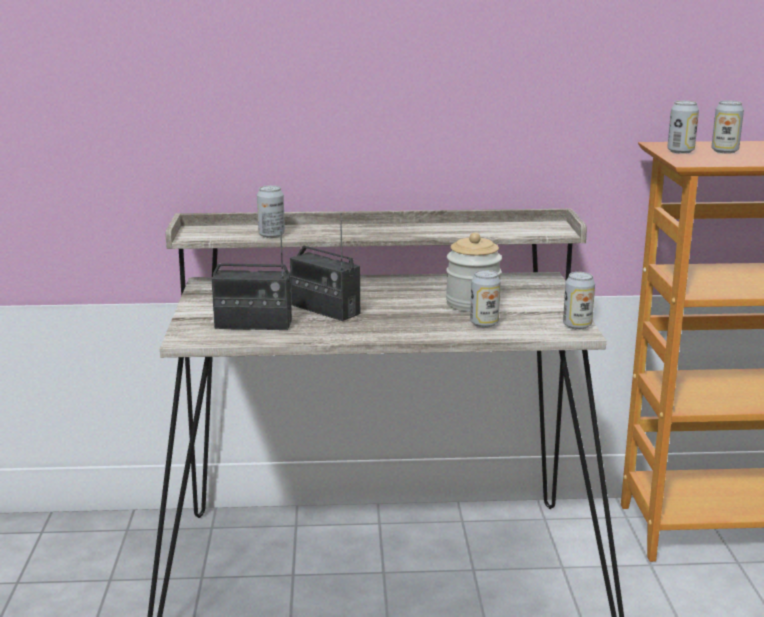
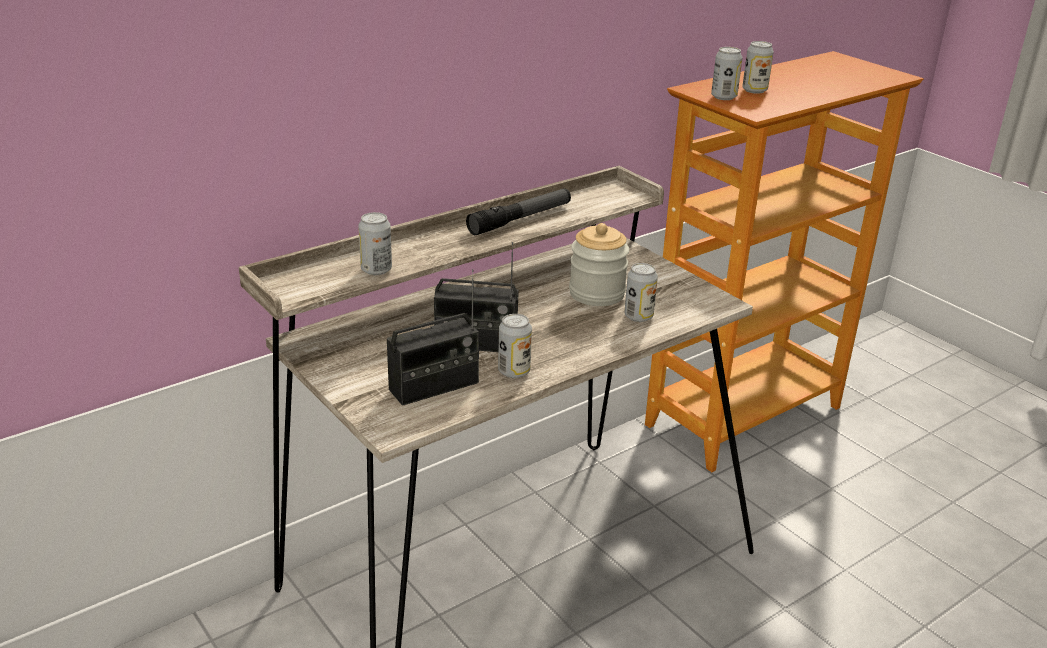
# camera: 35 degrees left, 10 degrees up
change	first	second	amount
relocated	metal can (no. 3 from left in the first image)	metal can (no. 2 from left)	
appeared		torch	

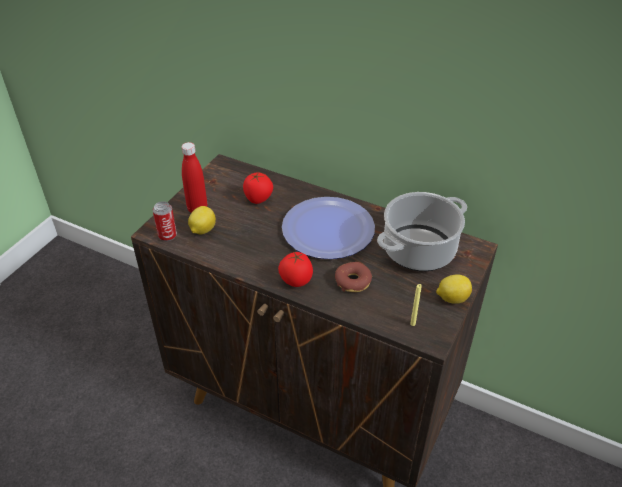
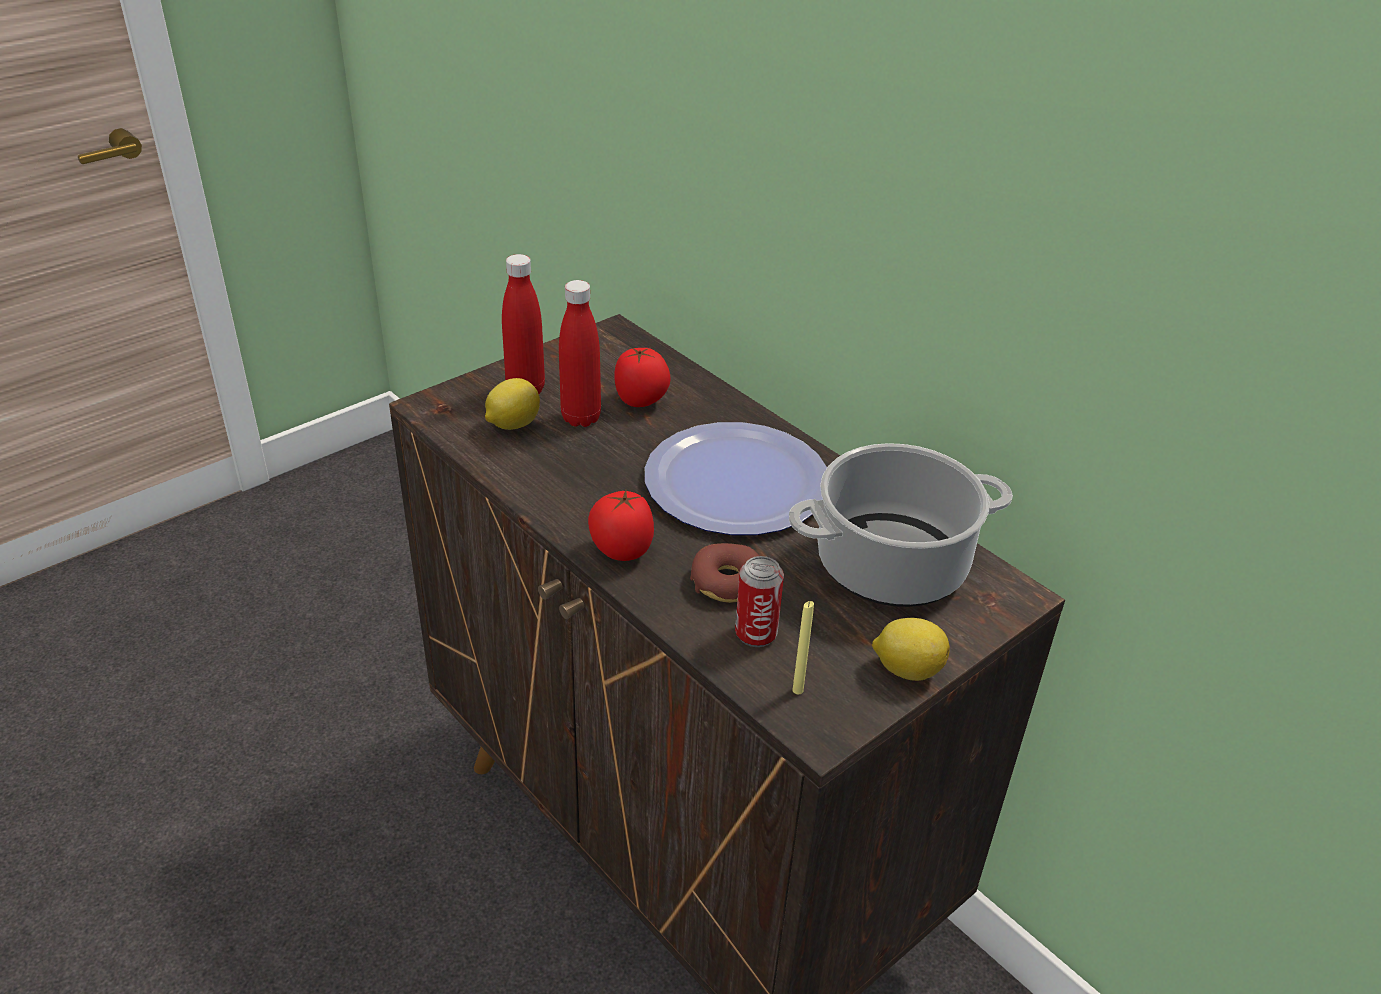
# camera: 20 degrees right, 5 degrees down
change	first	second	amount
relocated	metal can		
appeared		reddish beverage bottle (no. 2 from left)	

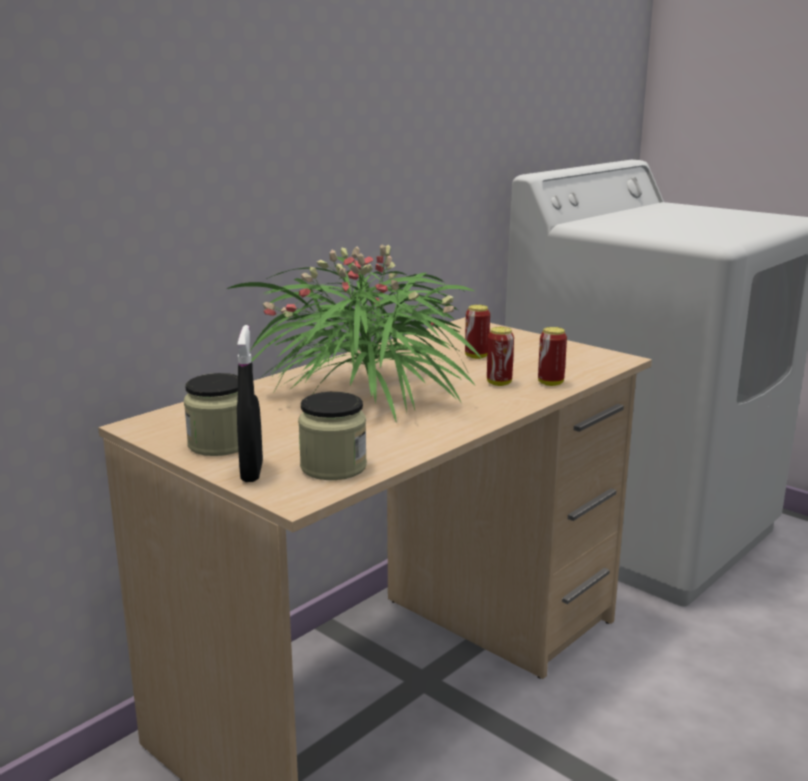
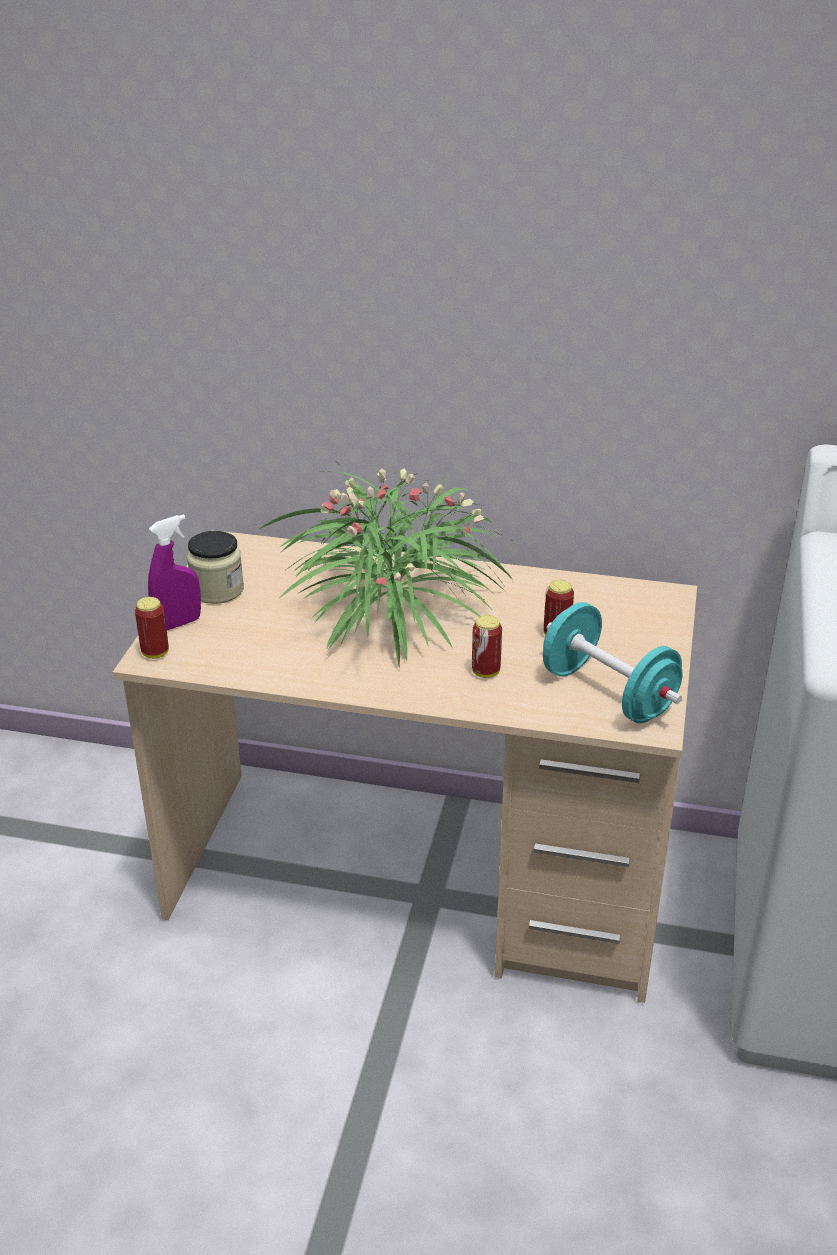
# camera: 60 degrees right, 15 degrees up
change	first	second	amount
colour	black hand sprayer	purple-coloured hand sprayer	
relocated	metal can (no. 3 from left in the first image)	metal can (no. 1 from left)	
missing	storage jar (no. 2 from left)		
appeared		blue-green free weight	

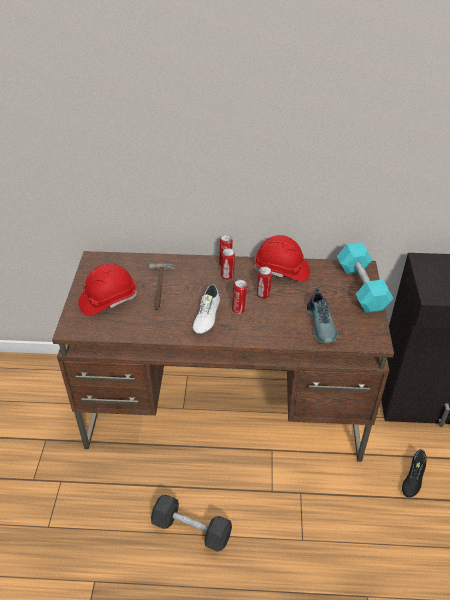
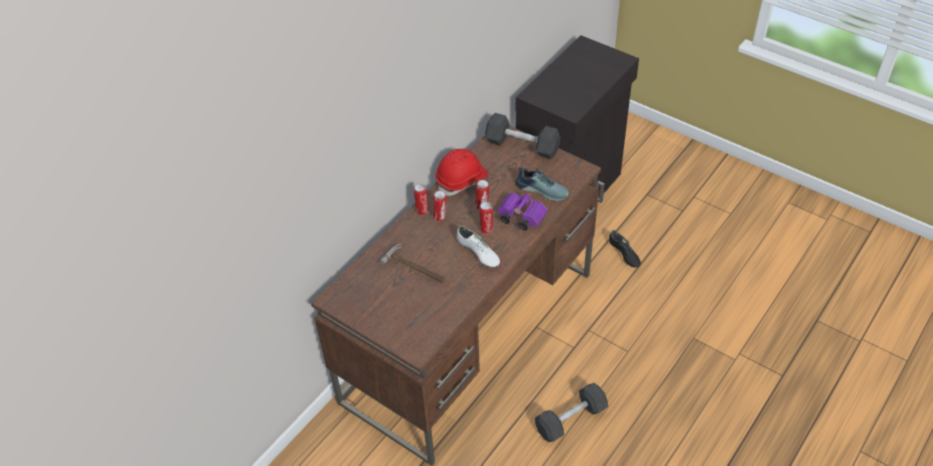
# camera: 55 degrees left, 5 degrees up
change	first	second	amount
colour	blue-green free weight	black free weight (no. 1 from left)	
missing	reddish hard hat (no. 1 from left)		
appeared		purple-coloured field glasses	

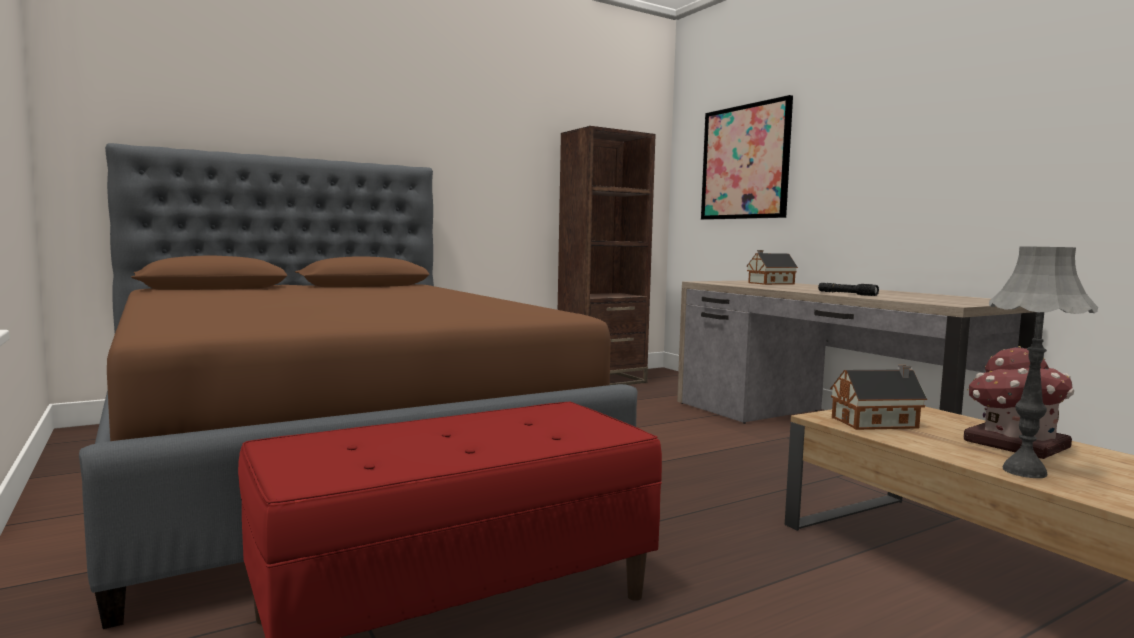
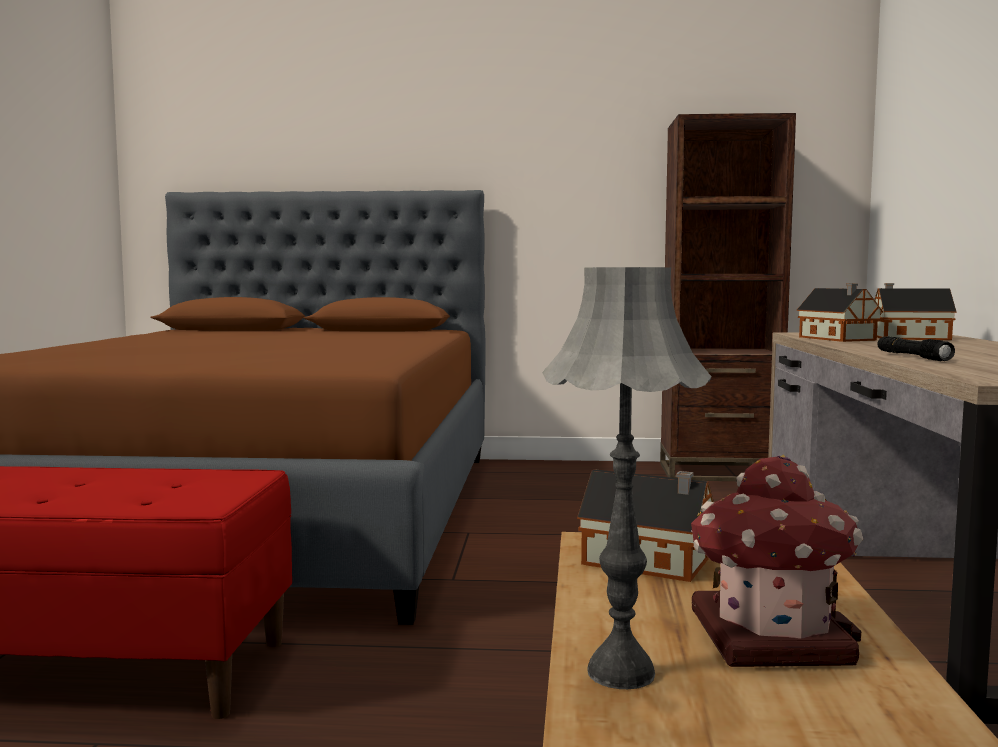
# camera: 35 degrees right, 0 degrees up
change	first	second	amount
missing	wall picture		
appeared		toy house (no. 3 from left)	

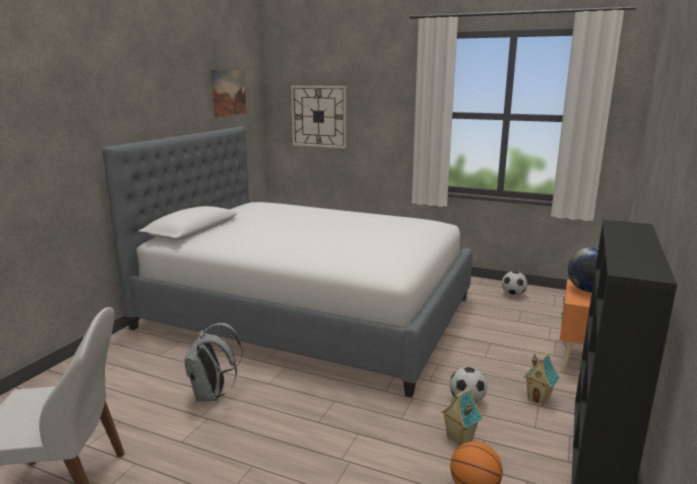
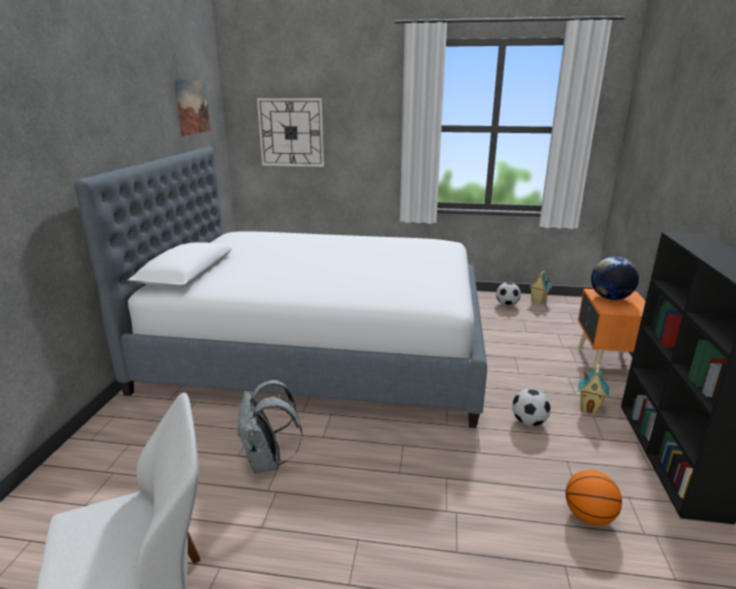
# camera: 15 degrees left, 5 degrees up
change	first	second	amount
relocated	toy house (no. 1 from left)		

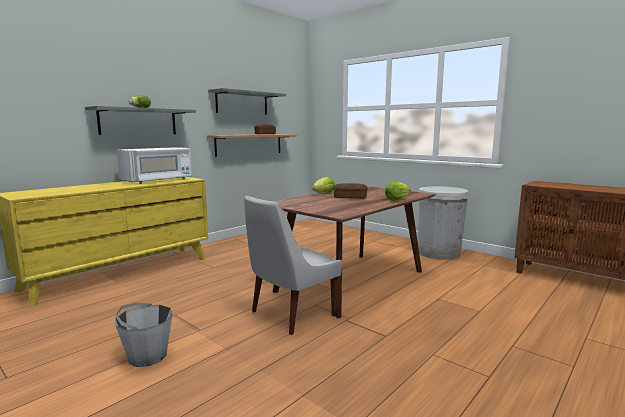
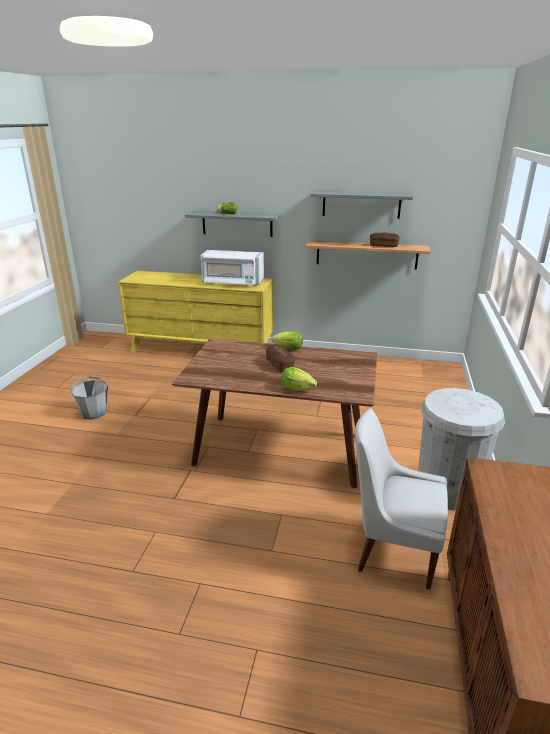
# camera: 60 degrees right, 15 degrees up
change	first	second	amount
relocated	white chair		

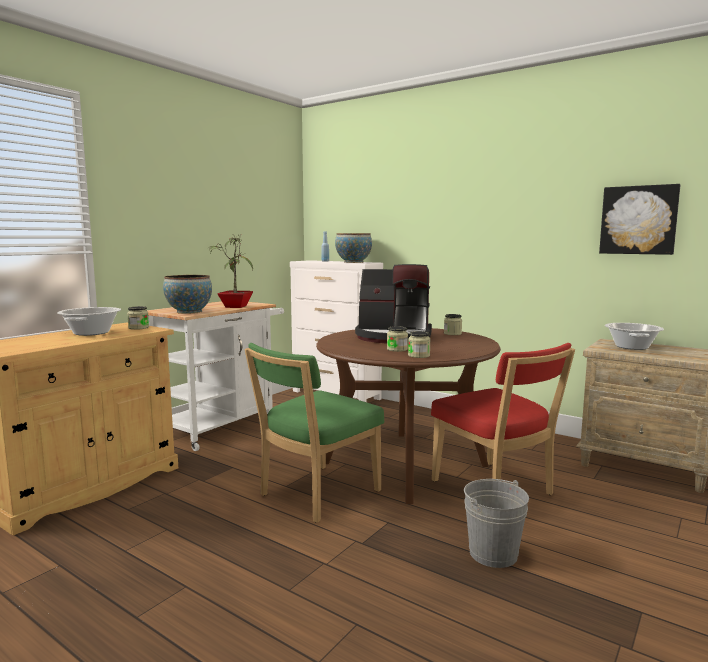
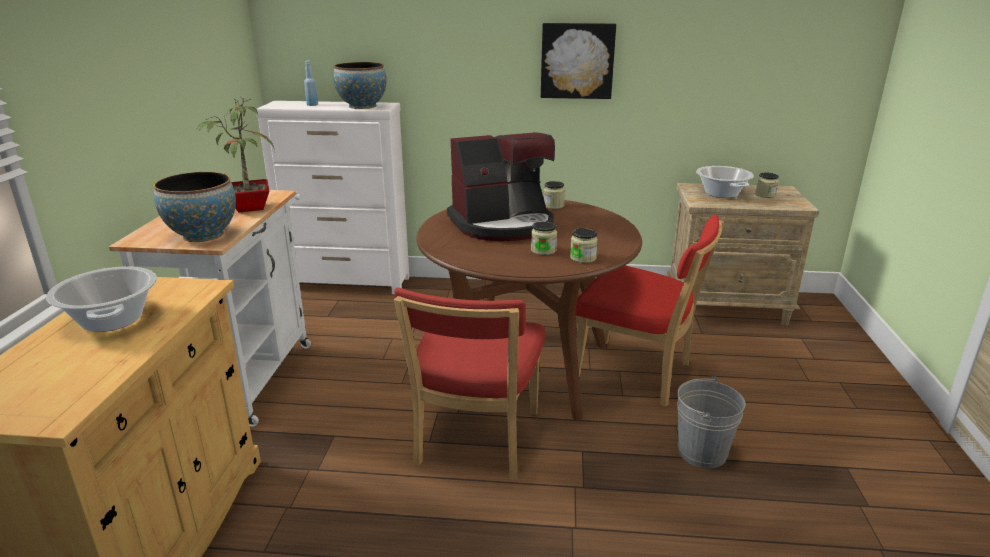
# camera: 30 degrees left, 15 degrees up
change	first	second	amount
relocated	wall picture		
relocated	storage jar (no. 1 from left in the first image)	storage jar (no. 4 from left)	
colour	green-coloured chair	reddish chair (no. 1 from left)	

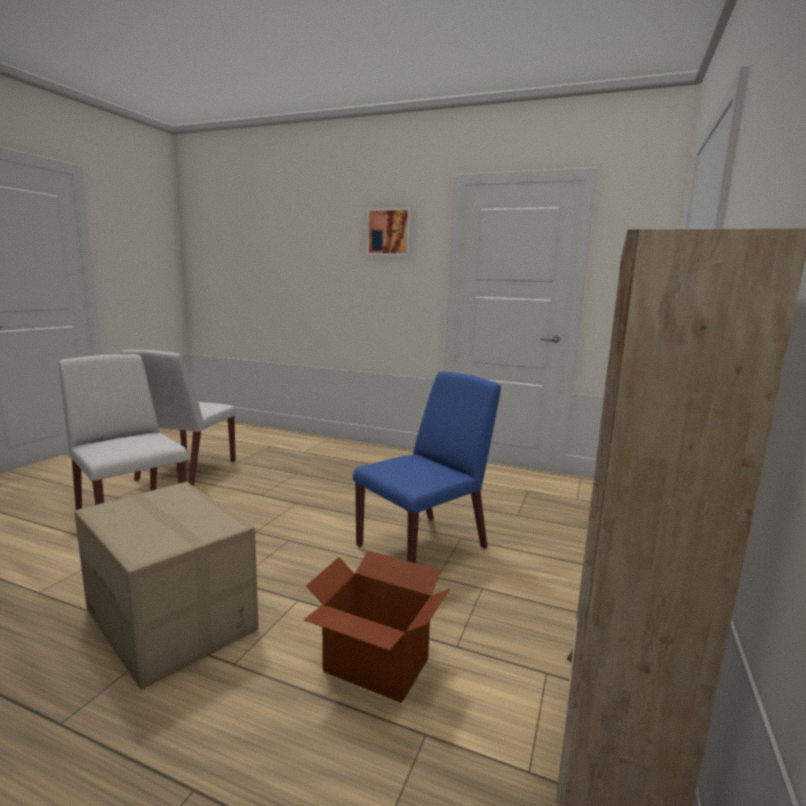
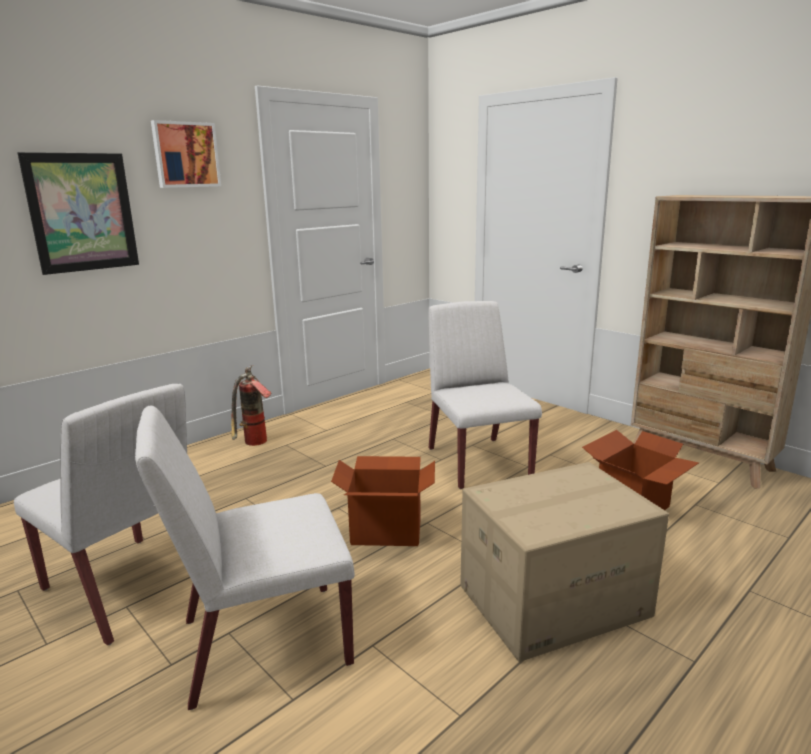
# camera: 65 degrees left, 5 degrees up
change	first	second	amount
colour	blue-coloured chair	white chair (no. 3 from left)	
appeared		wall picture (no. 1 from left)	
appeared		extinguisher	
appeared		carton (no. 1 from left)	

